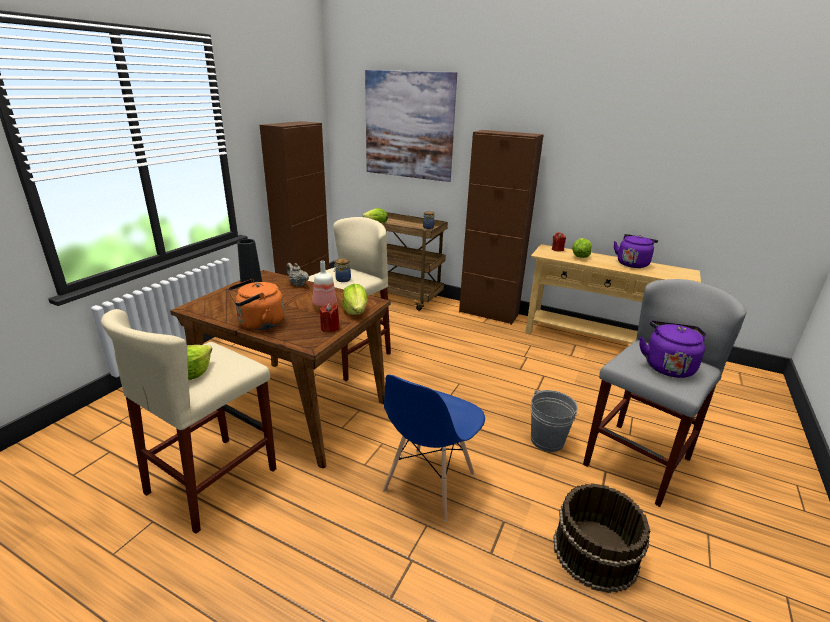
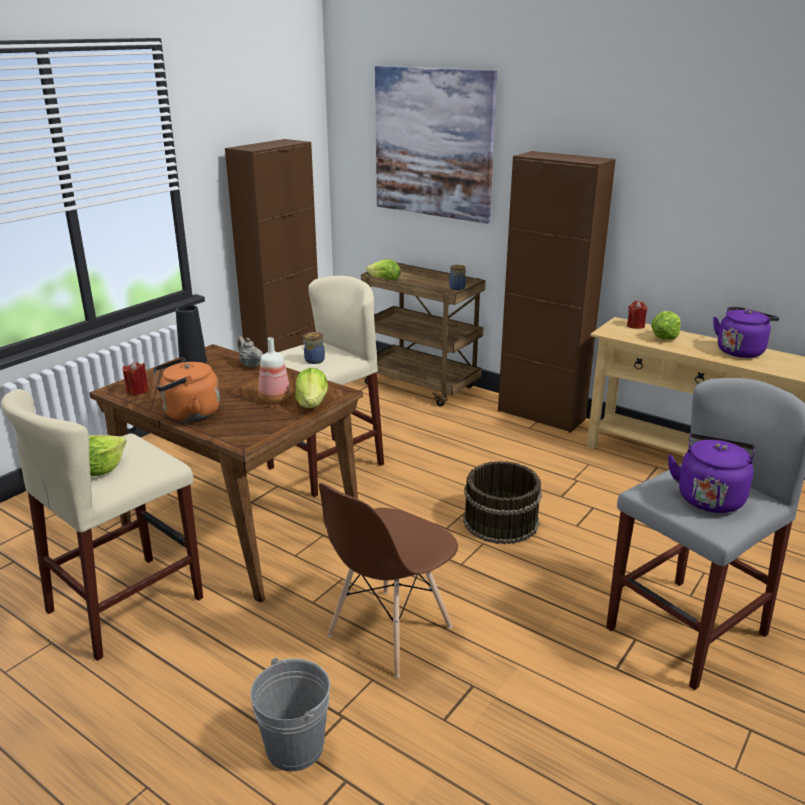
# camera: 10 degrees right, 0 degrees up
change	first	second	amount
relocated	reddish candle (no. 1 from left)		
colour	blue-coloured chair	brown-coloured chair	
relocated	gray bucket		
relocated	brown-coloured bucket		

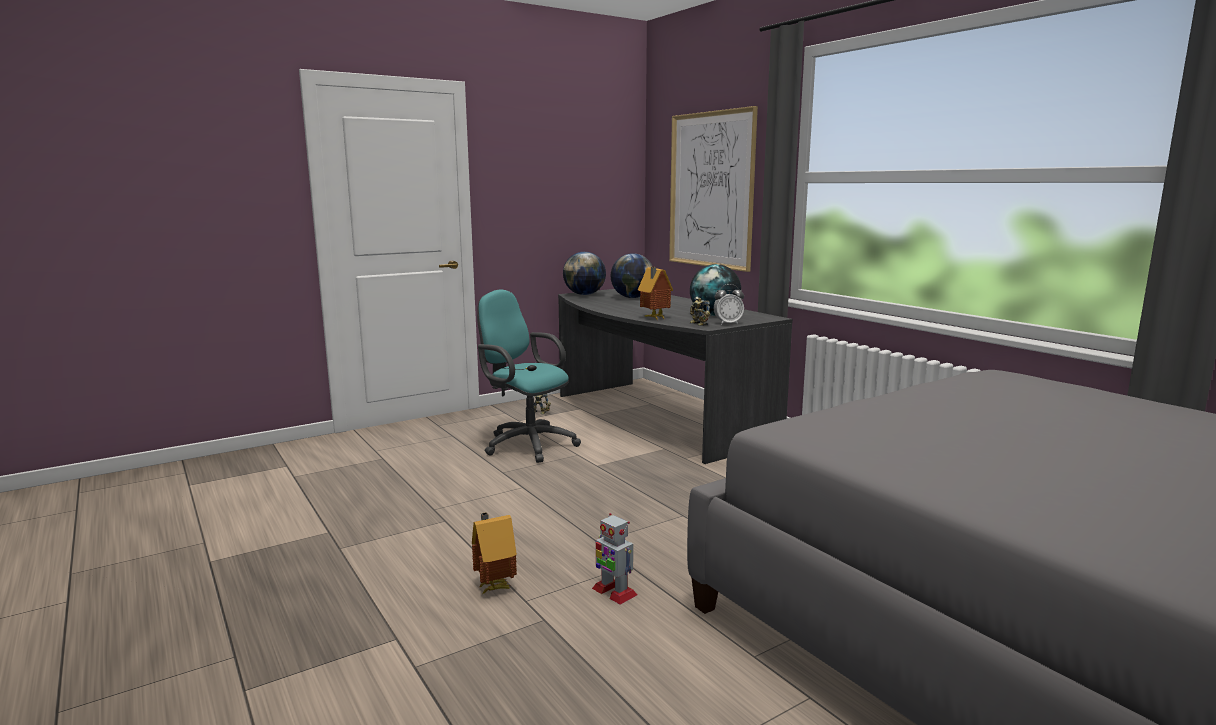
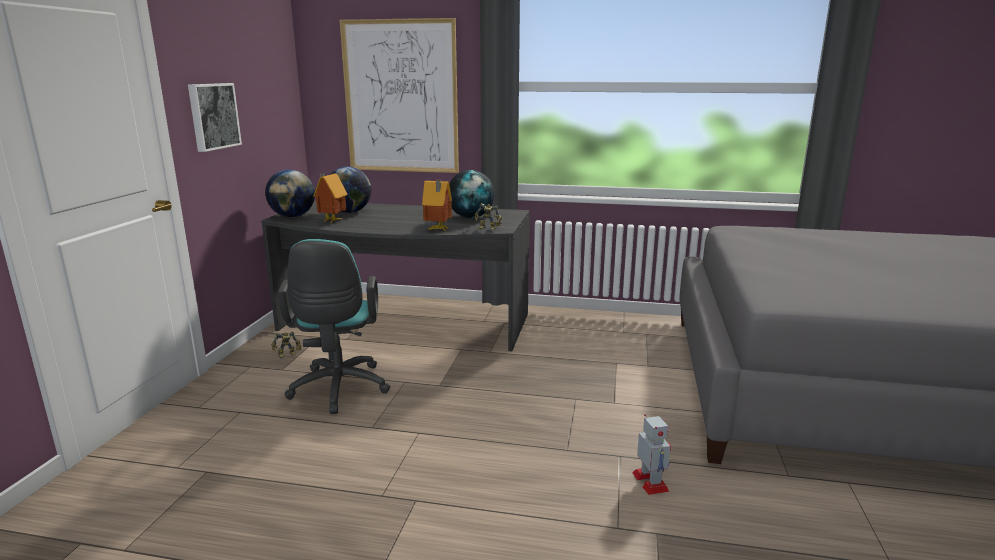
# camera: 45 degrees left, 5 degrees up
change	first	second	amount
missing	bedside clock		
spun	blue-green desk chair		90 degrees counterclockwise
relocated	toy house (no. 1 from left)		
spun	model robot (no. 2 from left in the first image)	model robot (no. 3 from left)	105 degrees counterclockwise
appeared		wall picture (no. 1 from left)	

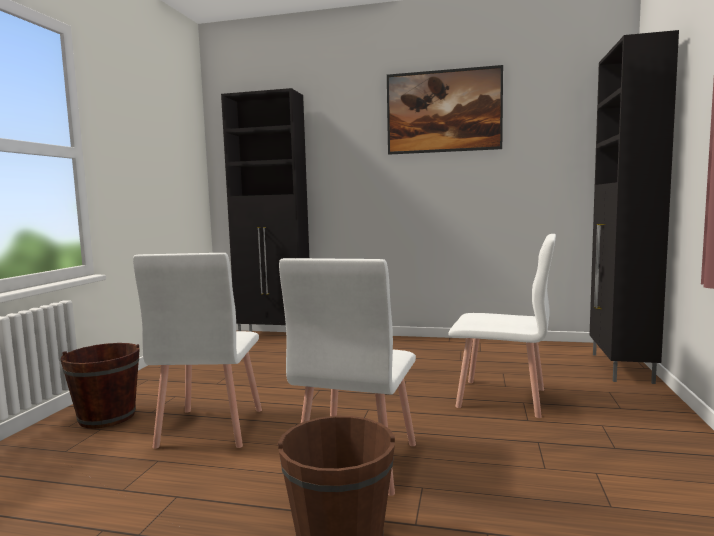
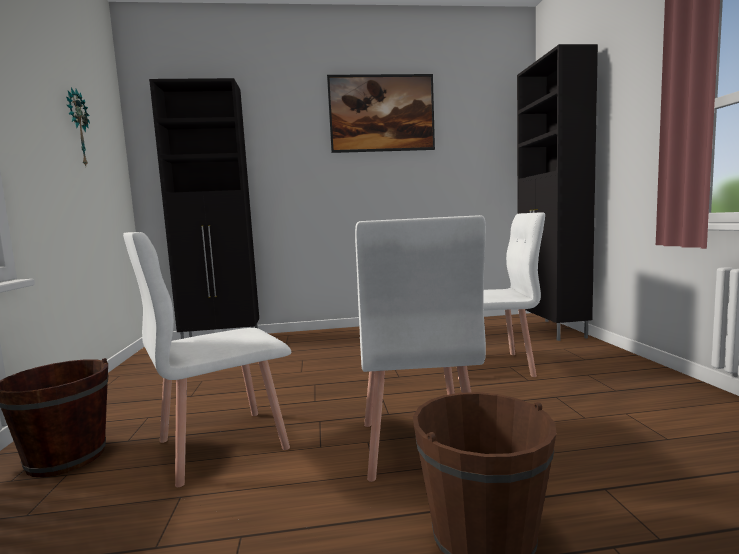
# camera: 20 degrees left, 0 degrees up
change	first	second	amount
spun	white chair (no. 1 from left)		75 degrees clockwise
appeared		clock on the wall	

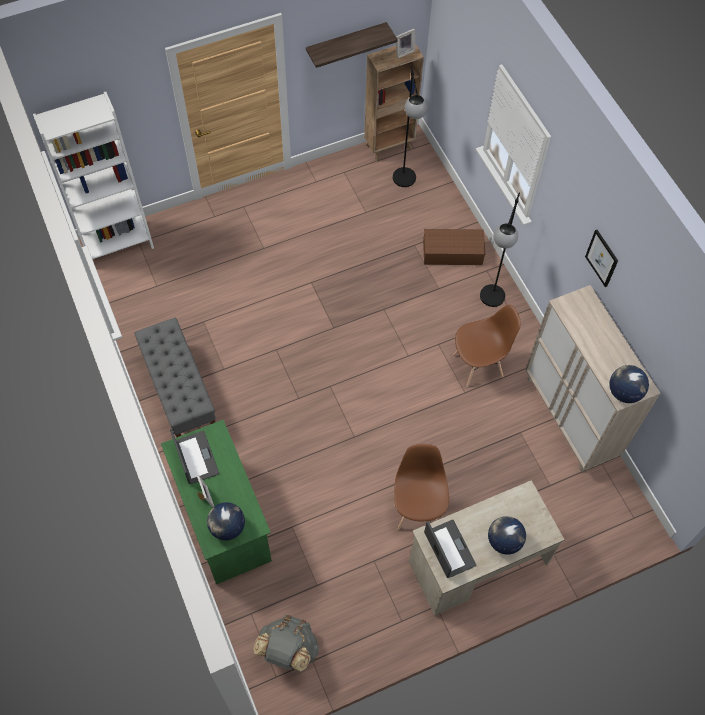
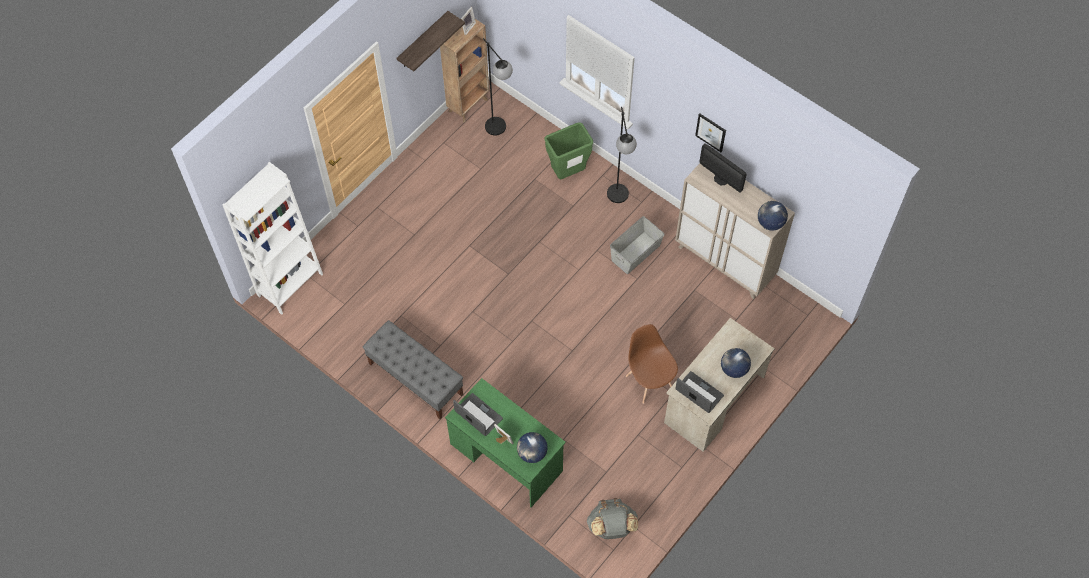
# camera: 25 degrees left, 0 degrees up
change	first	second	amount
exchanged	brown-coloured storage bin	green-coloured waste bin	
exchanged	brown-coloured chair (no. 2 from left)	gray storage bin	
appeared		monitor	

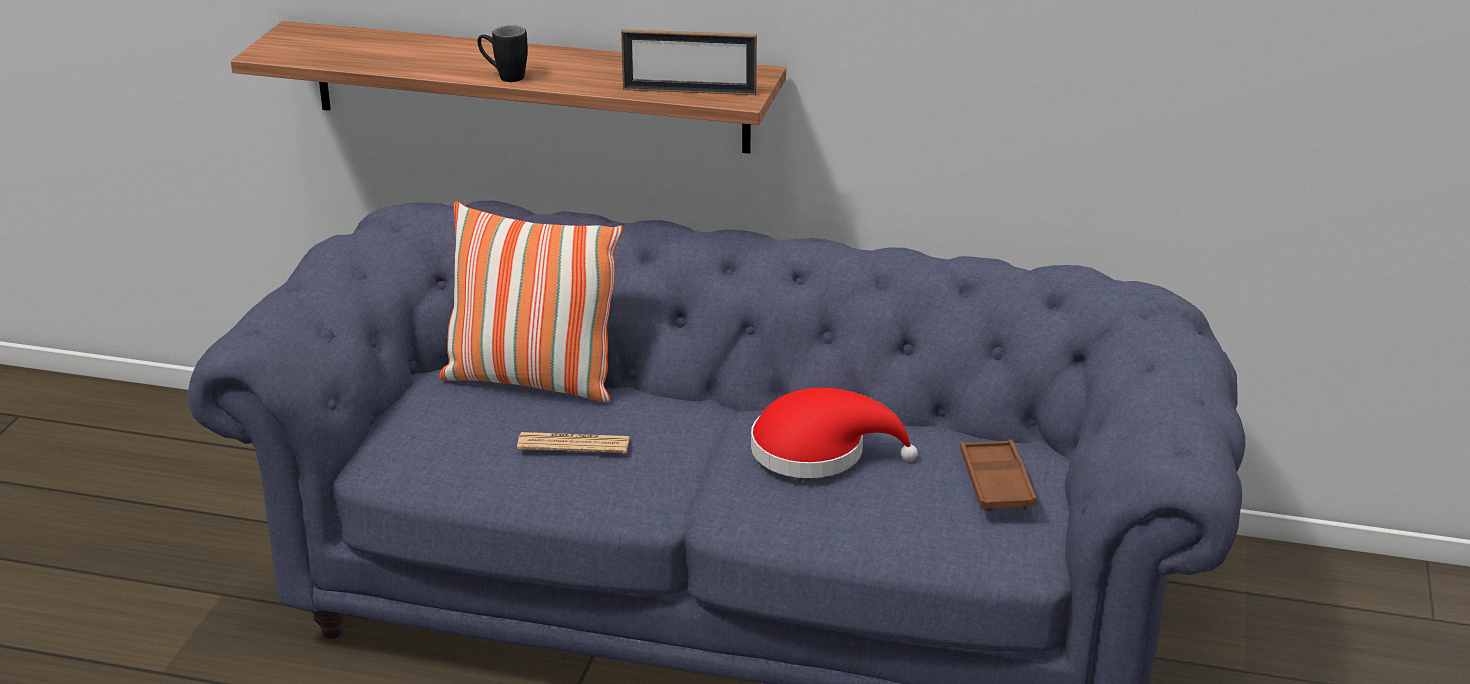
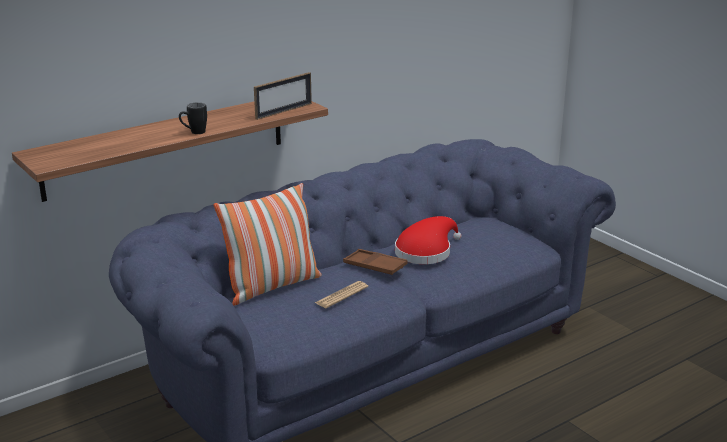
# camera: 50 degrees left, 5 degrees down
change	first	second	amount
relocated	brown-coloured serving tray		

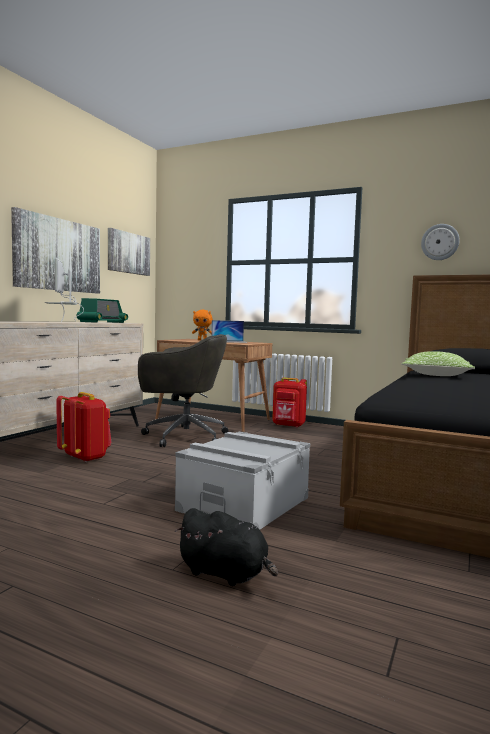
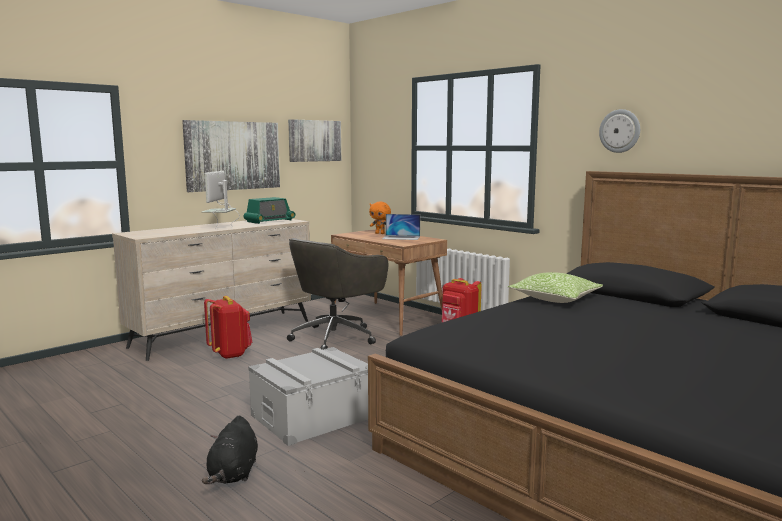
# camera: 20 degrees right, 5 degrees up
change	first	second	amount
spun	gray desk chair		105 degrees clockwise
spun	black cuddly toy		45 degrees clockwise

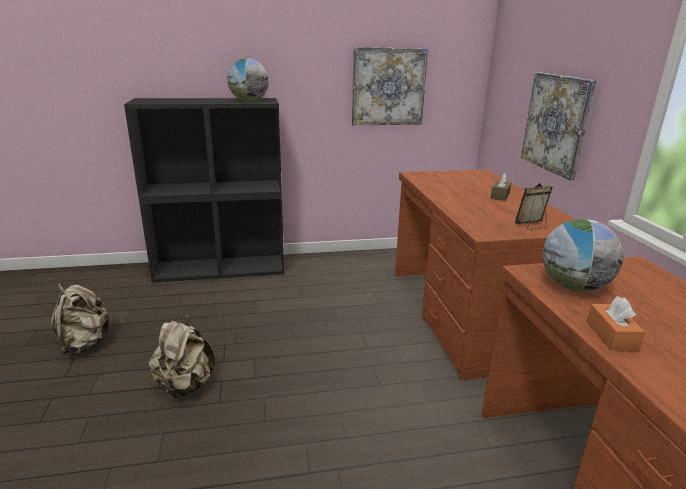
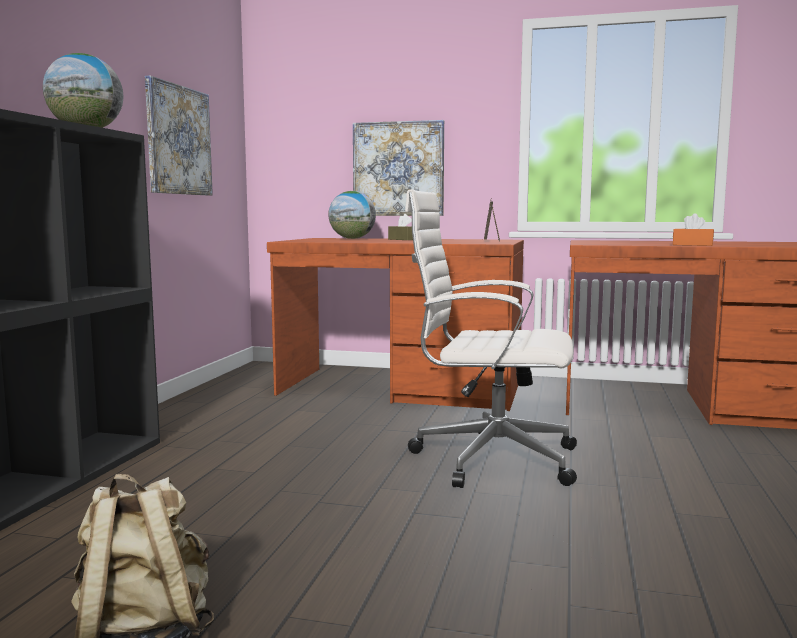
# camera: 65 degrees left, 15 degrees down
change	first	second	amount
relocated	world globe (no. 2 from left)		
missing	beige knapsack (no. 2 from left)		
appeared		white desk chair	

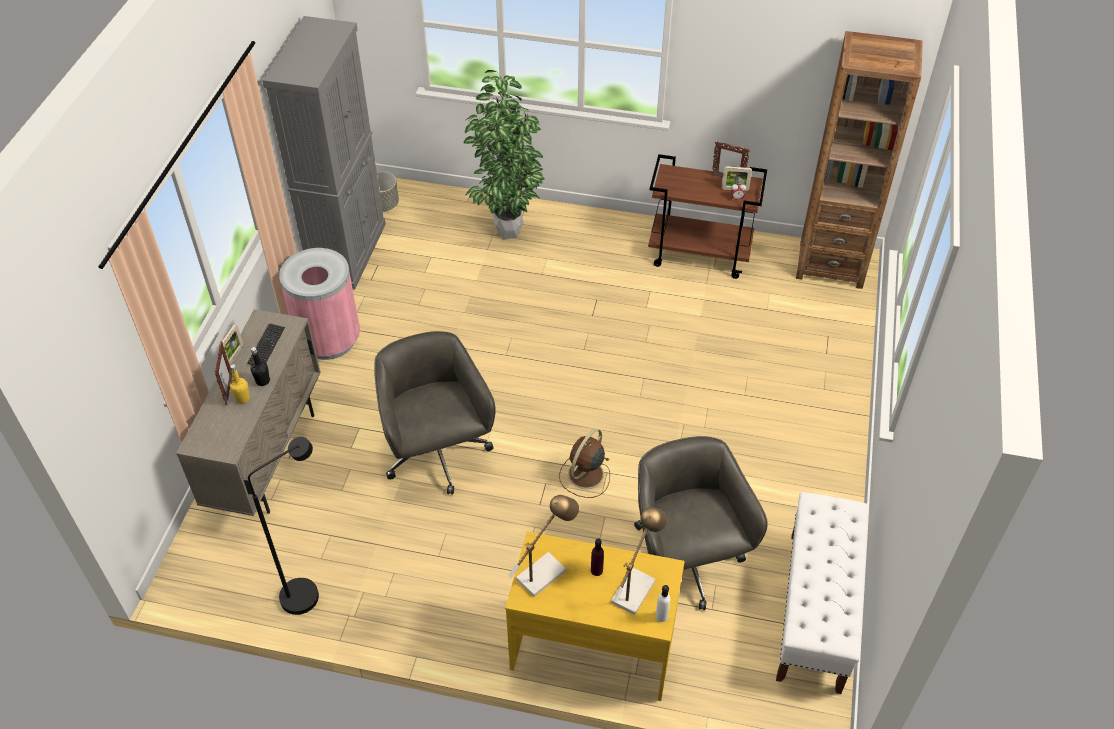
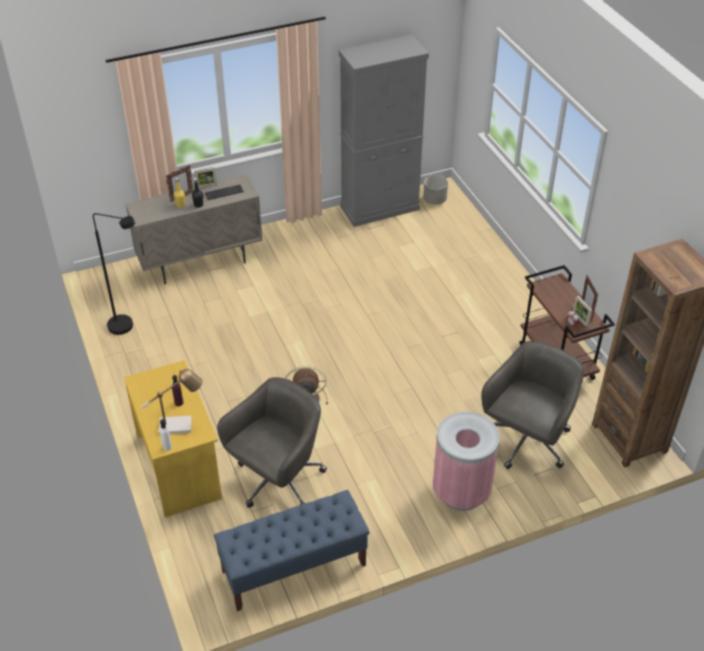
# camera: 55 degrees right, 5 degrees down
change	first	second	amount
missing	houseplant		
relocated	pink-coloured waste bin		
relocated	gray desk chair (no. 1 from left in the first image)	gray desk chair (no. 2 from left)	
colour	white bench	blue-coloured bench	
missing	tabletop lamp (no. 1 from left)		

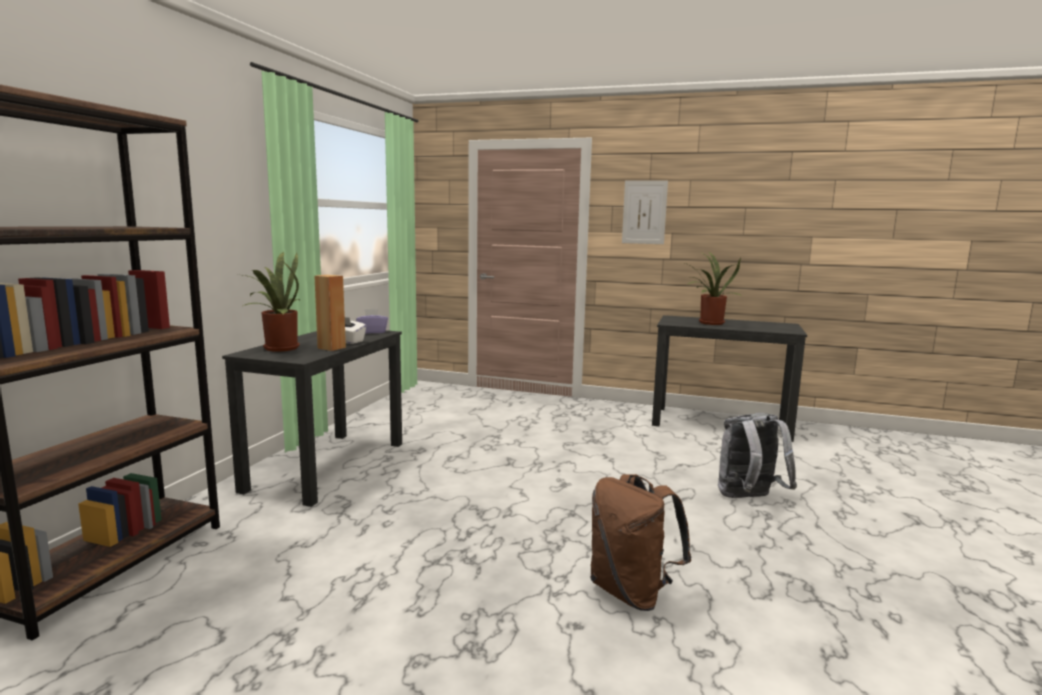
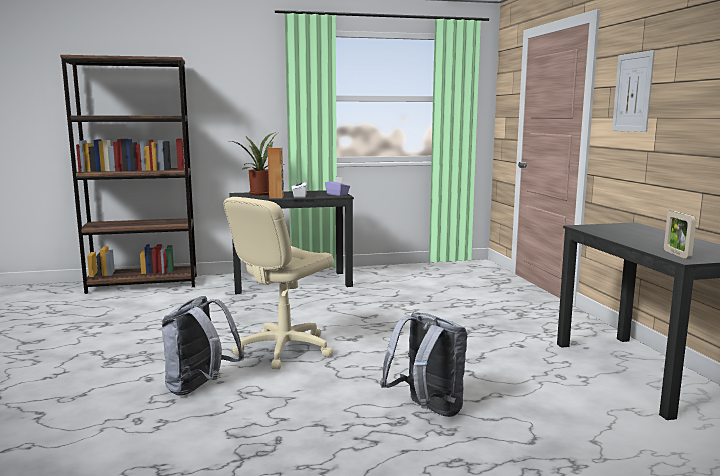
# camera: 60 degrees right, 0 degrees up
change	first	second	amount
missing	houseplant (no. 2 from left)		
colour	brown-coloured knapsack	gray knapsack (no. 1 from left)	
appeared		beige desk chair	
appeared		standing frame	

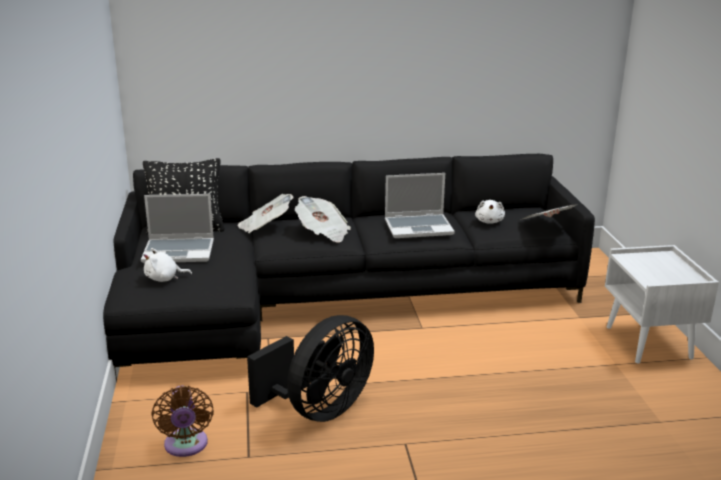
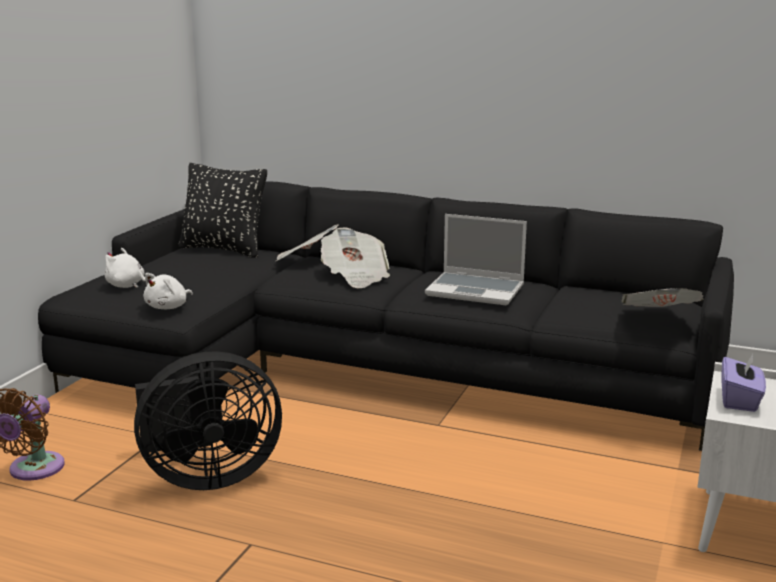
# camera: 30 degrees right, 5 degrees down
change	first	second	amount
missing	portable computer (no. 1 from left)		
relocated	white cuddly toy (no. 2 from left)		
appeared		purple-coloured box of tissues	

